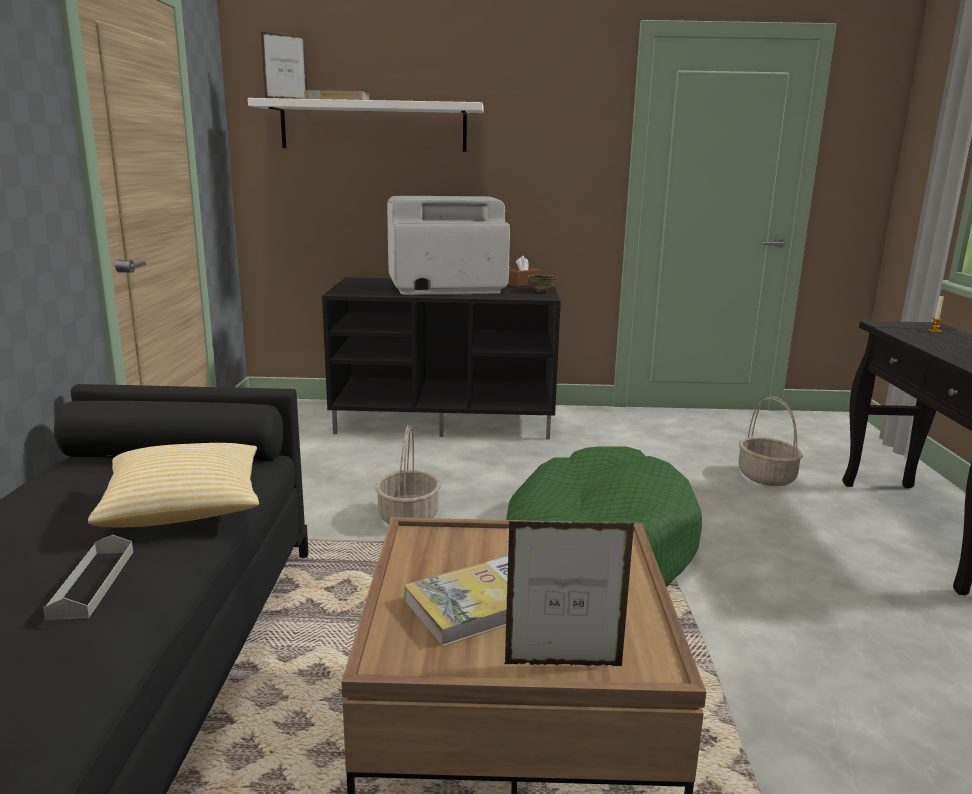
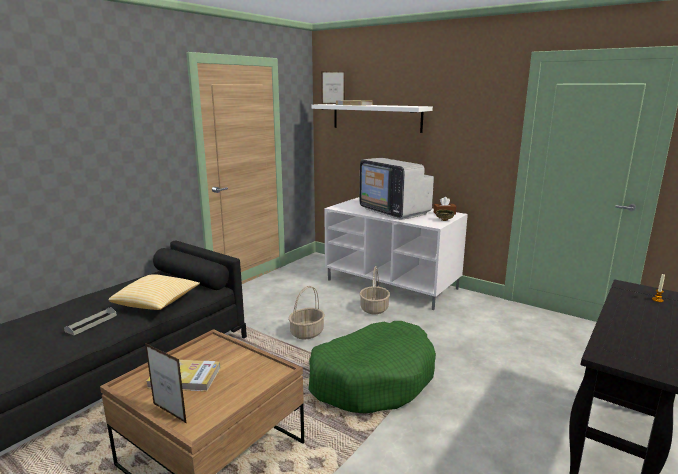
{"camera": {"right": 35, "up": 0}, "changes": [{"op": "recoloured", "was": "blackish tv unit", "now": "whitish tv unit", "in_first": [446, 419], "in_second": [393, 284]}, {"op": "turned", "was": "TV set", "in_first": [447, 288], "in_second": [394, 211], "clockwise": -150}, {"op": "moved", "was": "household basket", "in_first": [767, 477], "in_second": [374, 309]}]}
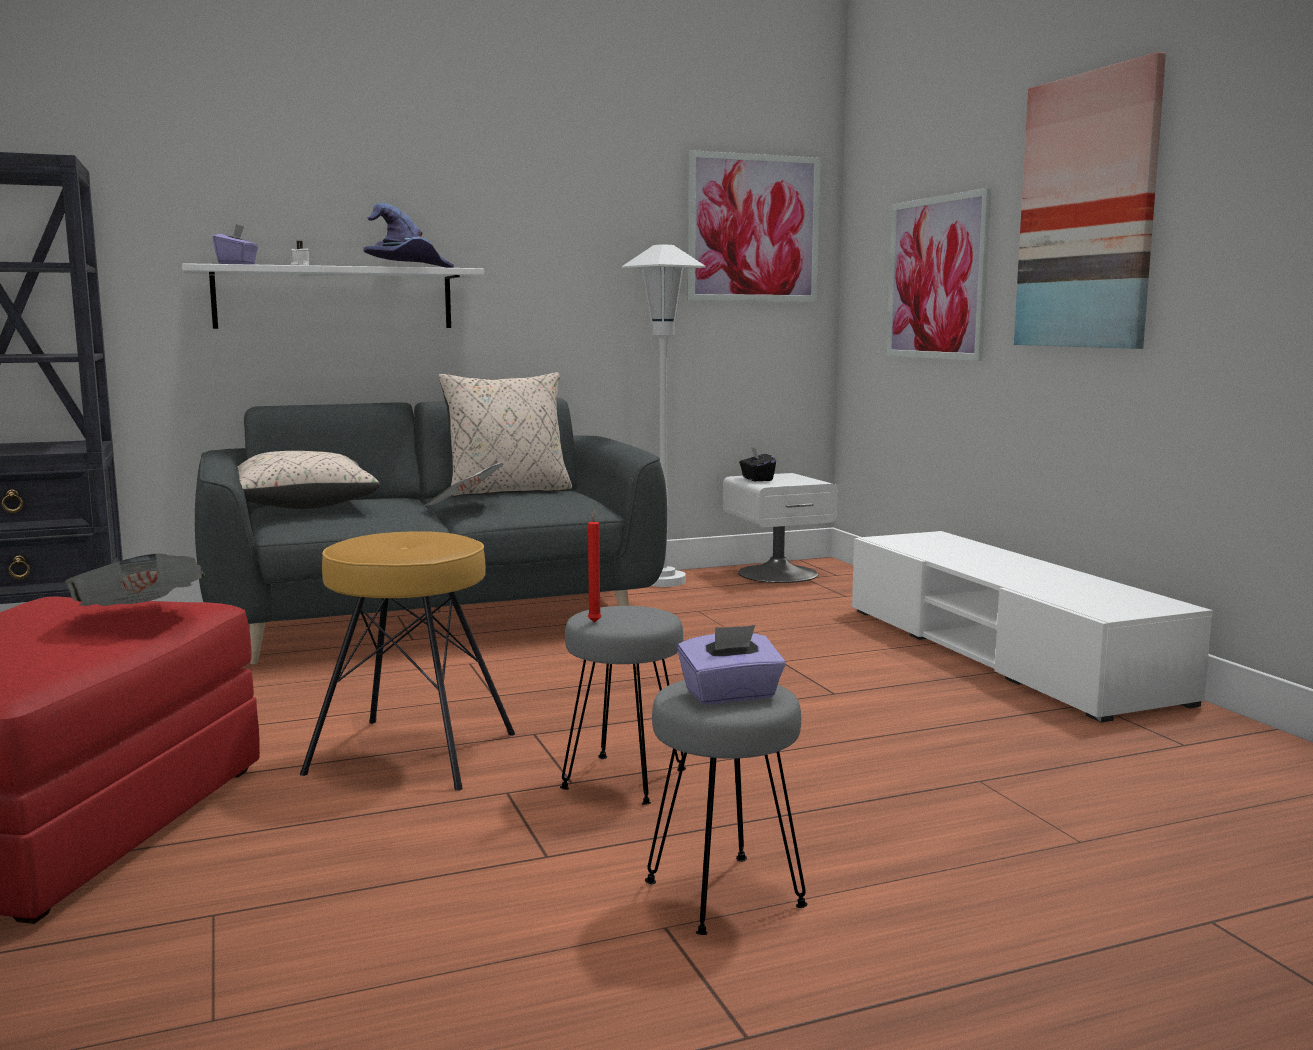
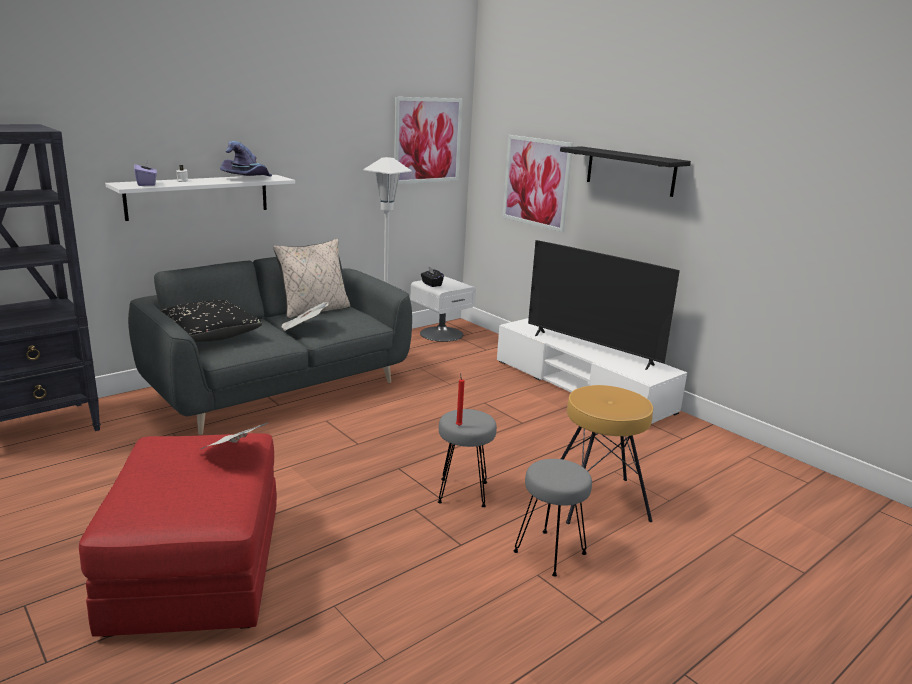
{"camera": {"right": -20, "up": 10}, "changes": [{"op": "recoloured", "was": "beige-coloured cushion", "now": "blackish cushion", "in_first": [303, 506], "in_second": [208, 334]}, {"op": "added", "now": "TV set", "in_second": [592, 349]}, {"op": "replaced", "was": "picture", "now": "blackish bracket shelf", "in_first": [1087, 212], "in_second": [630, 171]}, {"op": "moved", "was": "brown stool", "in_first": [412, 752], "in_second": [597, 499]}, {"op": "removed", "was": "purple-coloured tissue box", "in_first": [731, 695]}]}
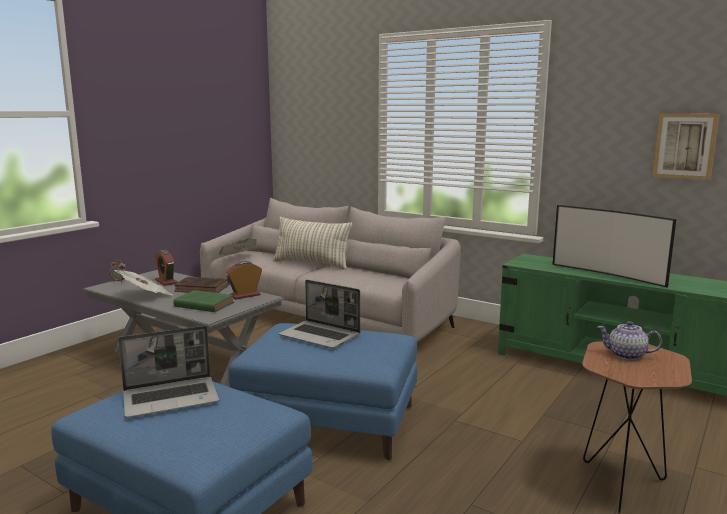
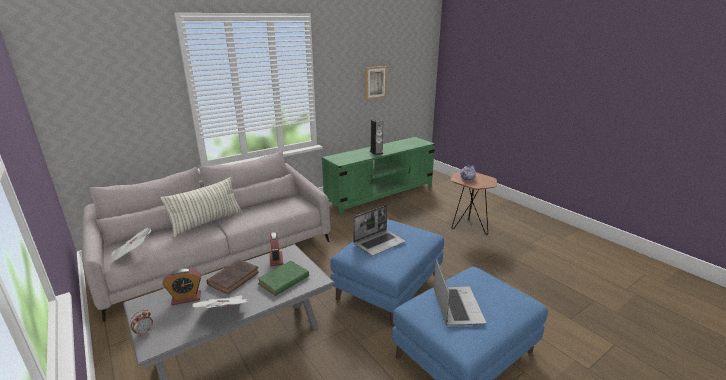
{"camera": {"right": -70, "up": 10}, "changes": [{"op": "replaced", "was": "TV set", "now": "speaker", "in_first": [608, 274], "in_second": [376, 152]}]}
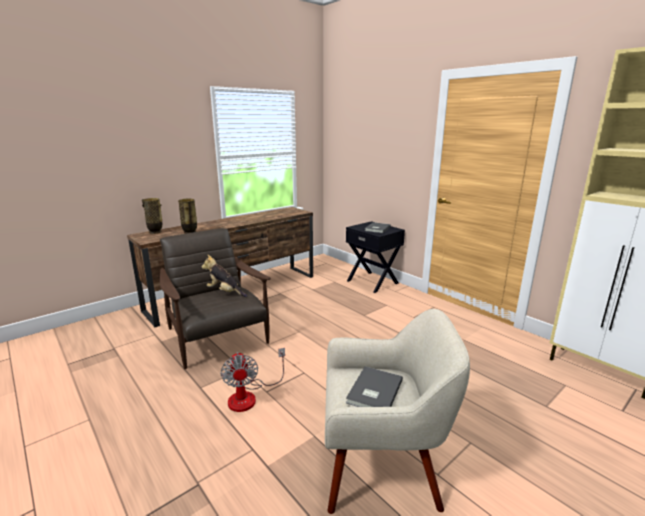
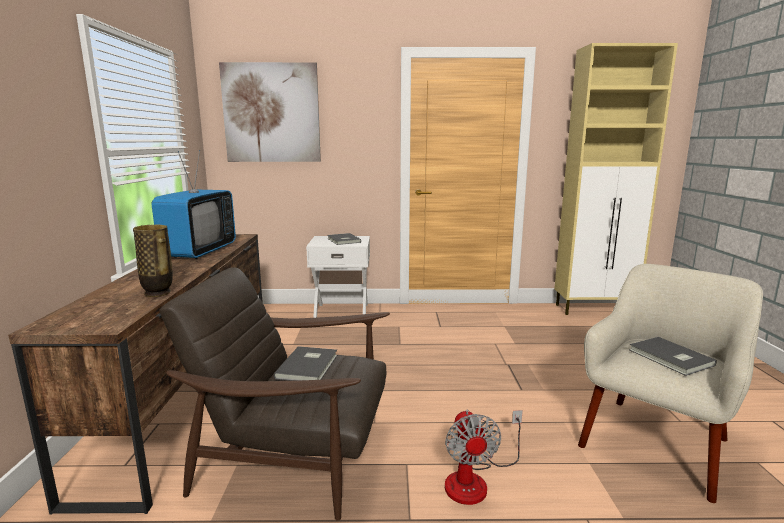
{"camera": {"right": -50, "up": -5}, "changes": [{"op": "added", "now": "TV set", "in_second": [199, 252]}, {"op": "added", "now": "picture", "in_second": [271, 113]}, {"op": "replaced", "was": "soft toy", "now": "grey bound book", "in_first": [225, 292], "in_second": [309, 366]}, {"op": "recoloured", "was": "blackish nightstand", "now": "whitish nightstand", "in_first": [373, 281], "in_second": [341, 311]}, {"op": "turned", "was": "cooling fan", "in_first": [249, 396], "in_second": [475, 480], "clockwise": 60}, {"op": "removed", "was": "decorative vase", "in_first": [155, 232]}]}
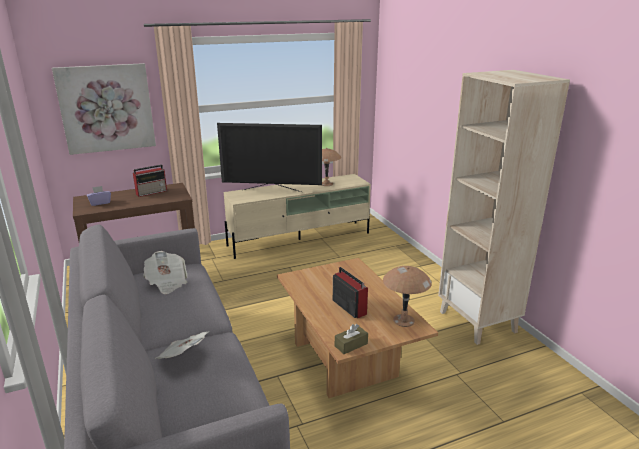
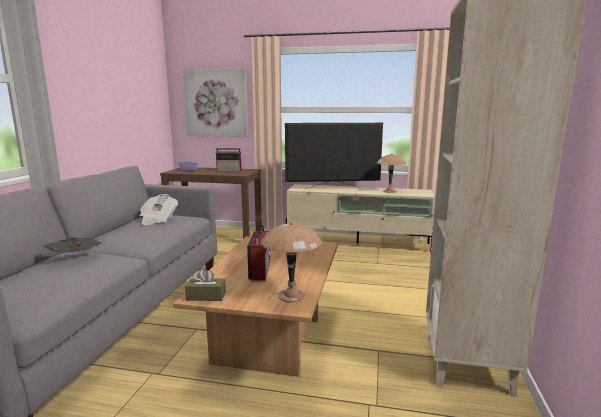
{"camera": {"right": 35, "up": -10}, "changes": [{"op": "turned", "was": "TV set", "in_first": [271, 190], "in_second": [333, 188], "clockwise": -45}]}
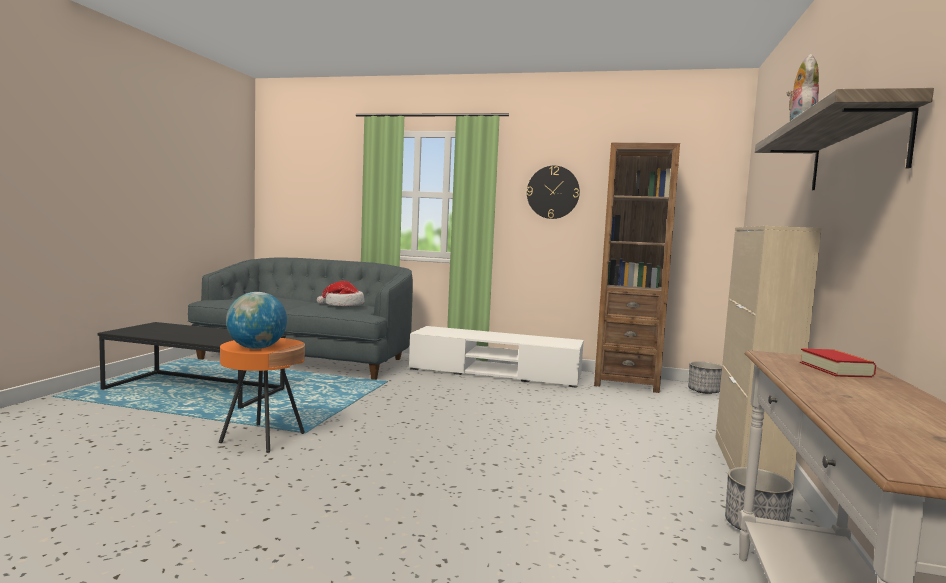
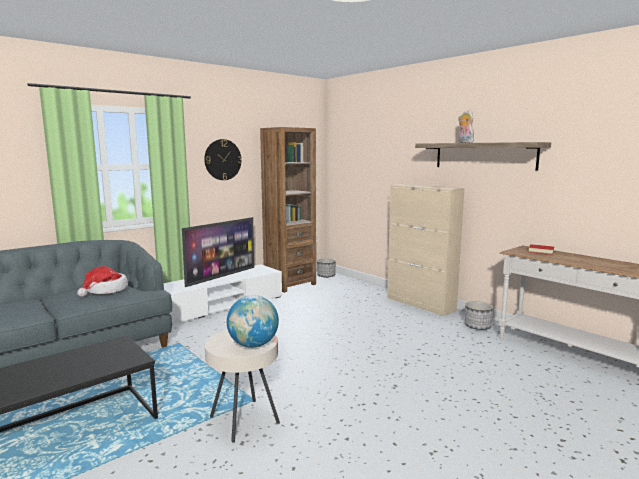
{"camera": {"right": -55, "up": 5}, "changes": [{"op": "added", "now": "TV set", "in_second": [221, 276]}, {"op": "recoloured", "was": "orange-coloured end table", "now": "beige-coloured end table", "in_first": [263, 438], "in_second": [244, 420]}]}
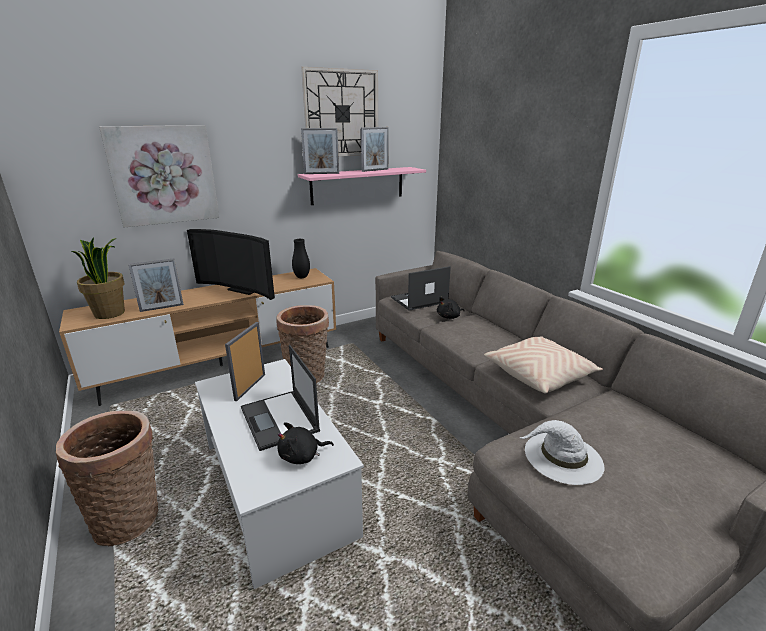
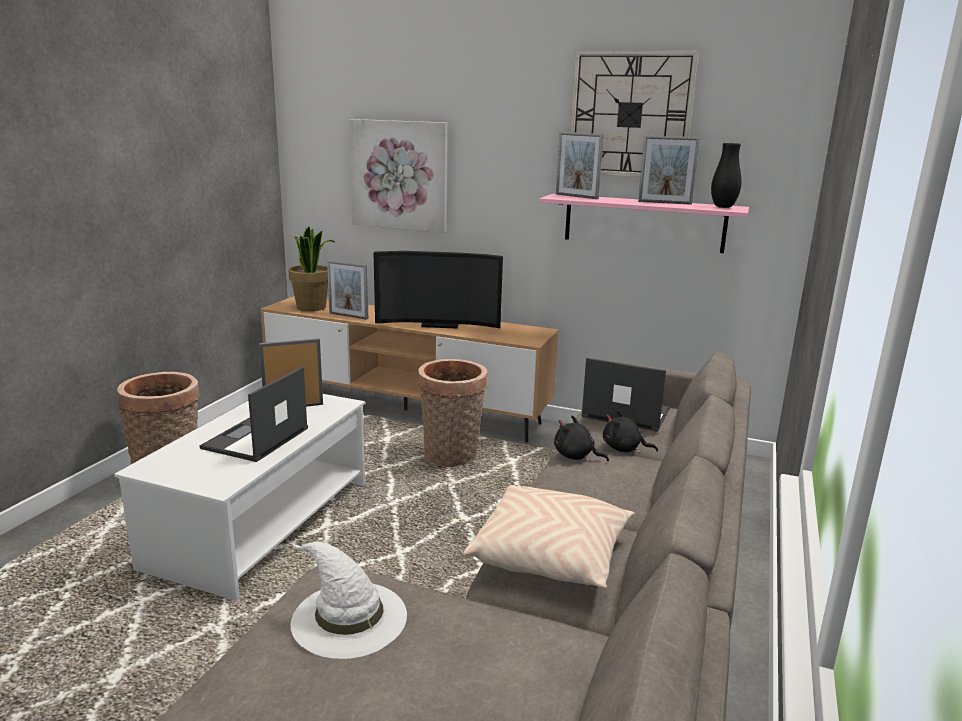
{"camera": {"right": 50, "up": -5}, "changes": [{"op": "turned", "was": "TV set", "in_first": [243, 289], "in_second": [439, 324], "clockwise": -75}, {"op": "moved", "was": "blackish soft toy", "in_first": [302, 456], "in_second": [576, 456]}, {"op": "moved", "was": "blackish decorative vase", "in_first": [302, 277], "in_second": [723, 207]}]}
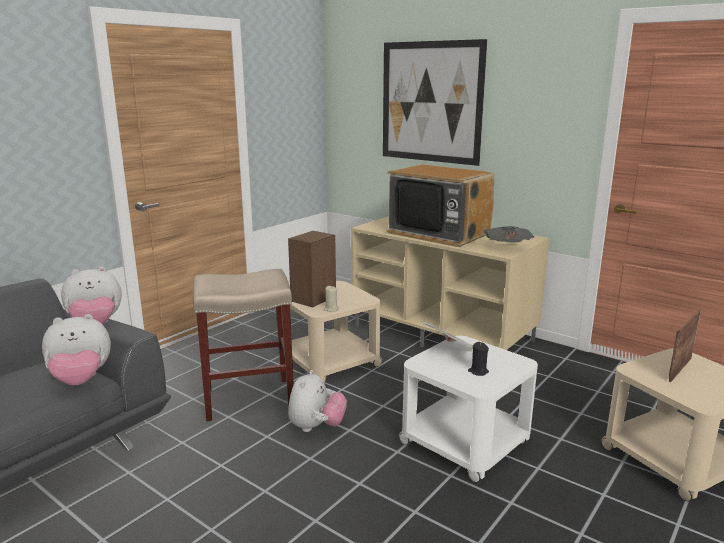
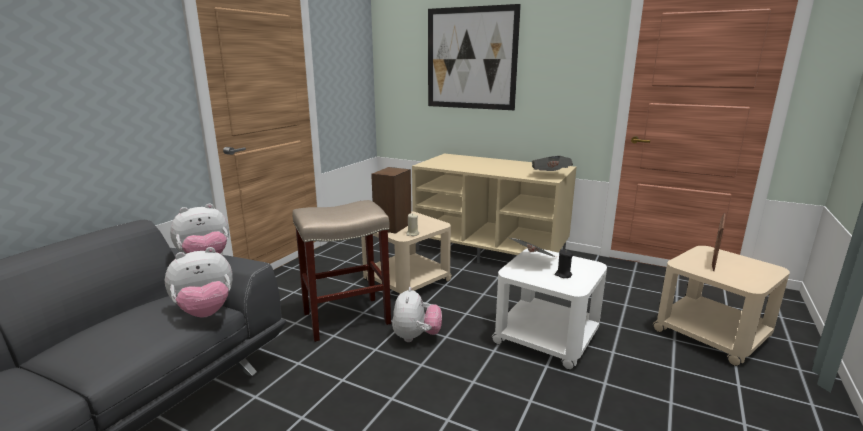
{"camera": {"right": -10, "up": 0}, "changes": [{"op": "removed", "was": "TV set", "in_first": [438, 233]}]}
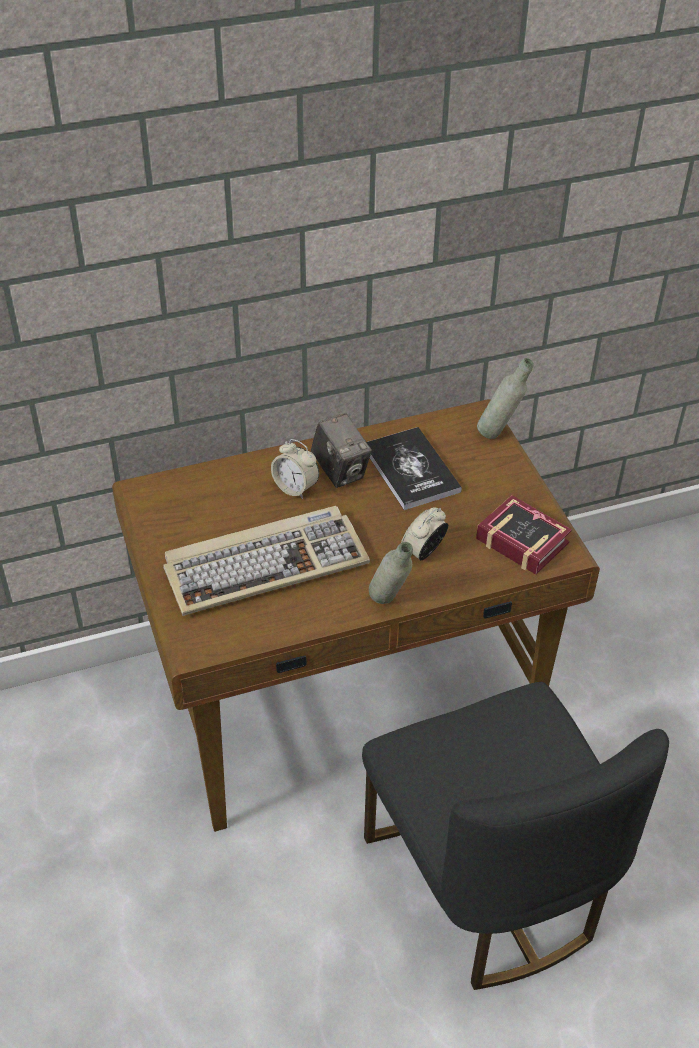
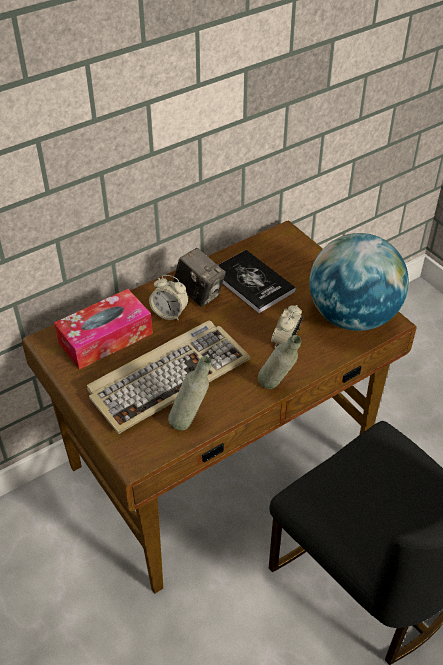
{"camera": {"right": -15, "up": 0}, "changes": [{"op": "added", "now": "tissue box", "in_second": [105, 338]}, {"op": "moved", "was": "grey beverage bottle", "in_first": [499, 434], "in_second": [190, 421]}, {"op": "replaced", "was": "bound book", "now": "globe", "in_first": [520, 538], "in_second": [352, 316]}]}
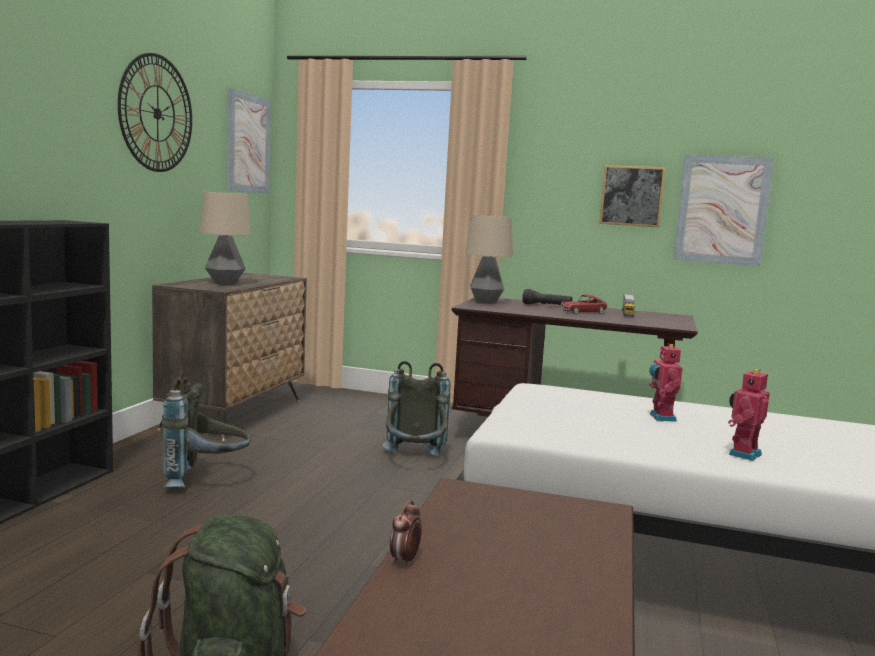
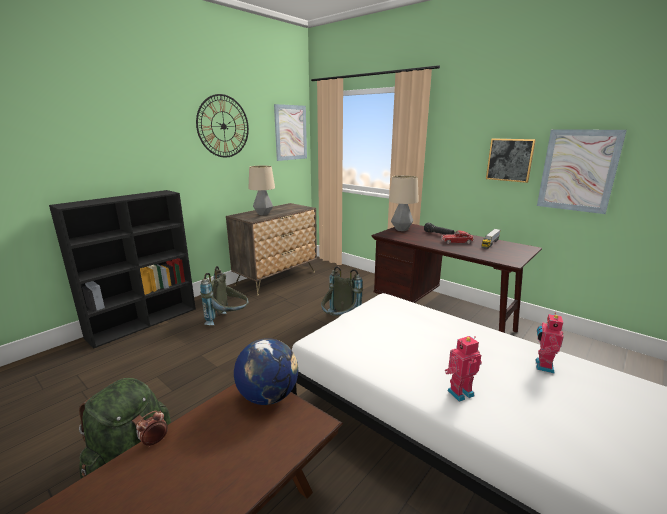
{"camera": {"right": 25, "up": 10}, "changes": [{"op": "added", "now": "globe", "in_second": [268, 396]}, {"op": "moved", "was": "model robot", "in_first": [660, 417], "in_second": [542, 366]}]}
